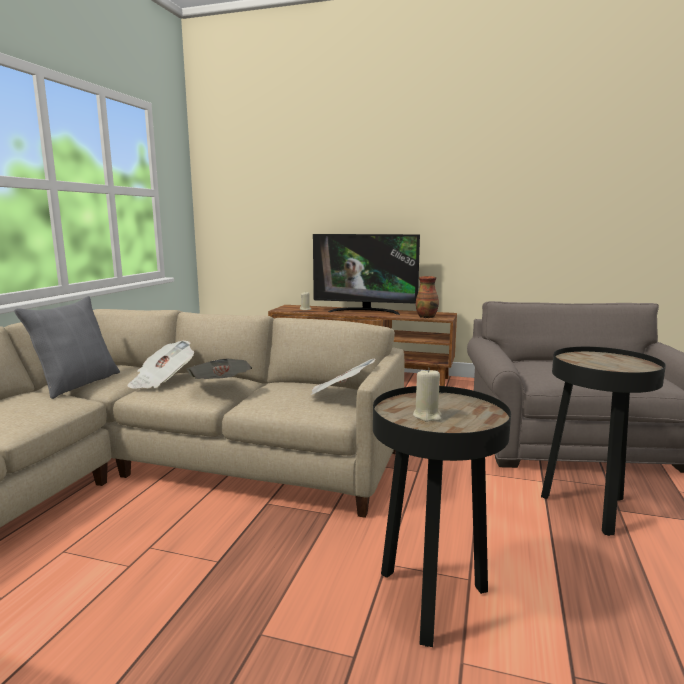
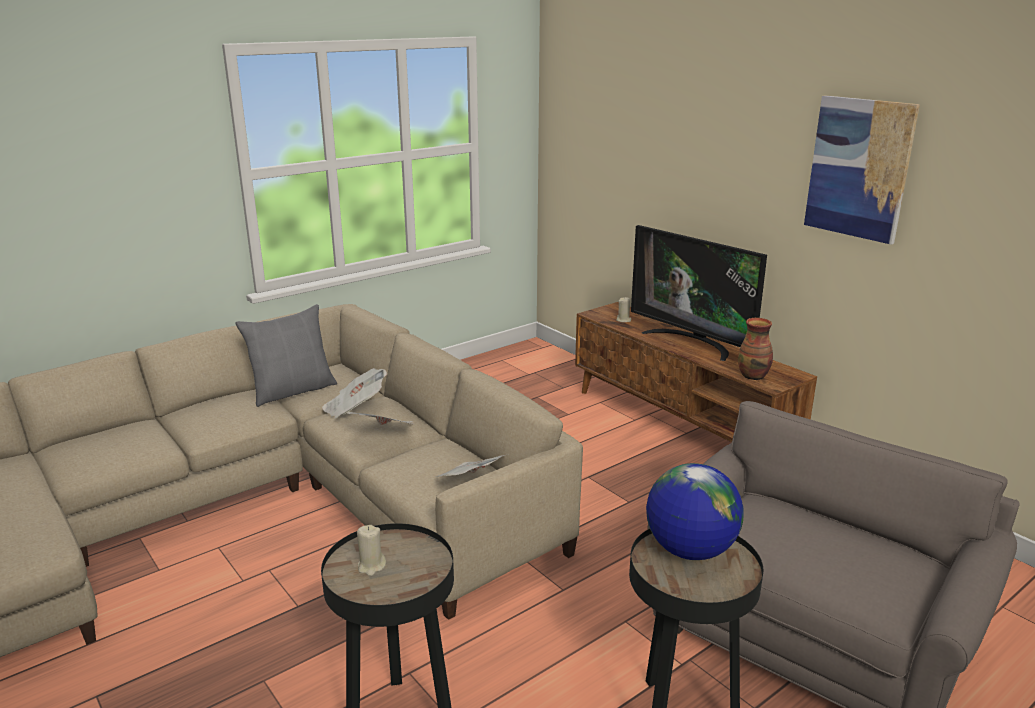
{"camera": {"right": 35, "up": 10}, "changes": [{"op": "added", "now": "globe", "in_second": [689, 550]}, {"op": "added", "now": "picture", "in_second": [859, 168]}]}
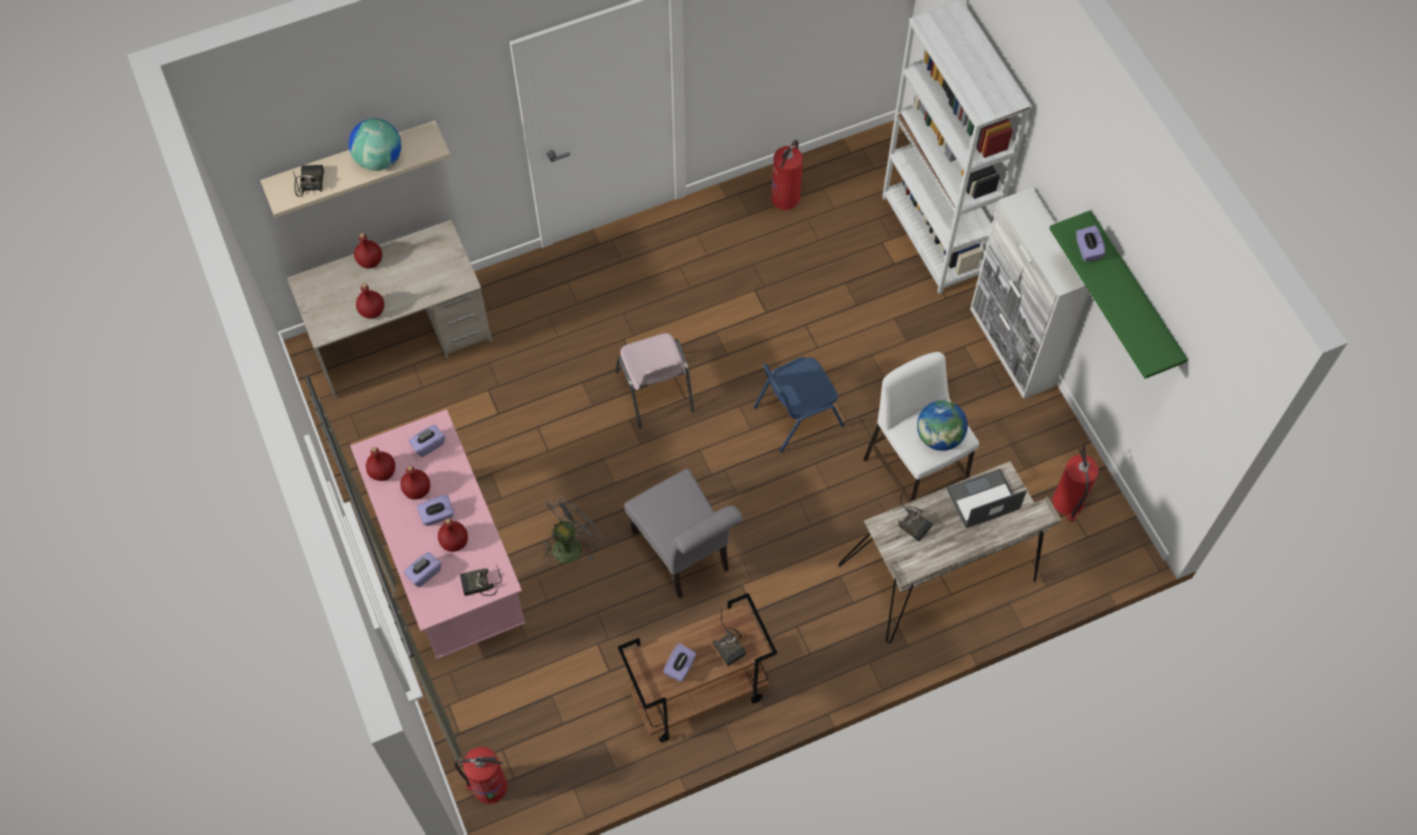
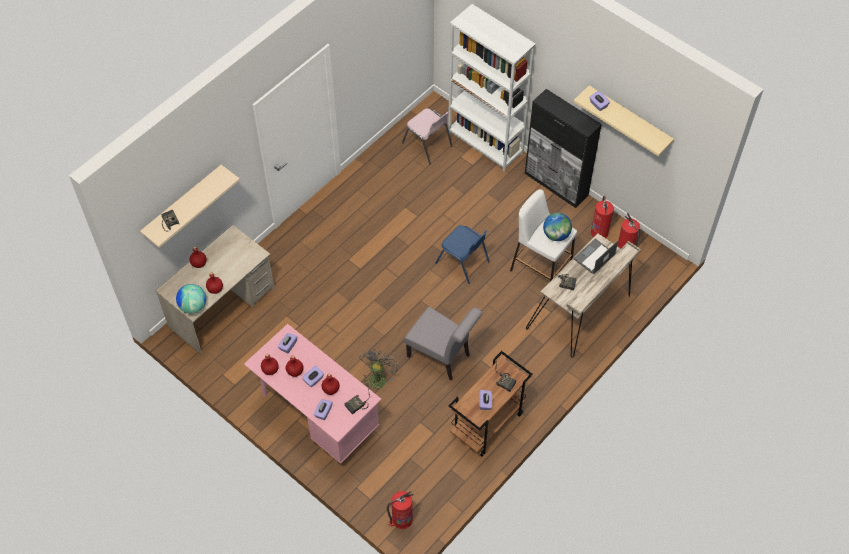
{"camera": {"right": -25, "up": -5}, "changes": [{"op": "moved", "was": "globe", "in_first": [379, 159], "in_second": [193, 306]}, {"op": "moved", "was": "pink upright chair", "in_first": [655, 392], "in_second": [427, 145]}, {"op": "turned", "was": "bluish upright chair", "in_first": [796, 416], "in_second": [463, 262], "clockwise": -90}, {"op": "recoloured", "was": "whitish cabinet", "now": "blackish cabinet", "in_first": [1012, 348], "in_second": [556, 184]}, {"op": "recoloured", "was": "green-coloured bracket shelf", "now": "beige-coloured bracket shelf", "in_first": [1133, 294], "in_second": [629, 119]}, {"op": "moved", "was": "fire extinguisher", "in_first": [786, 197], "in_second": [599, 231]}]}
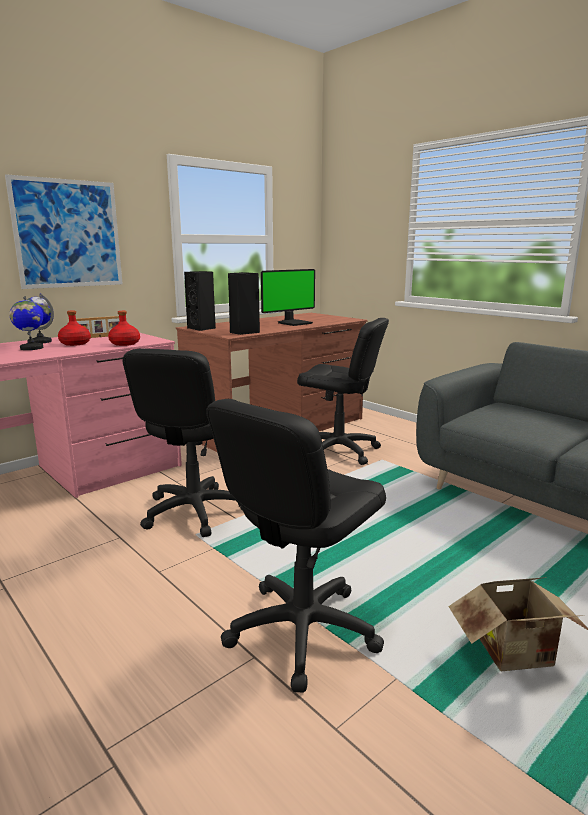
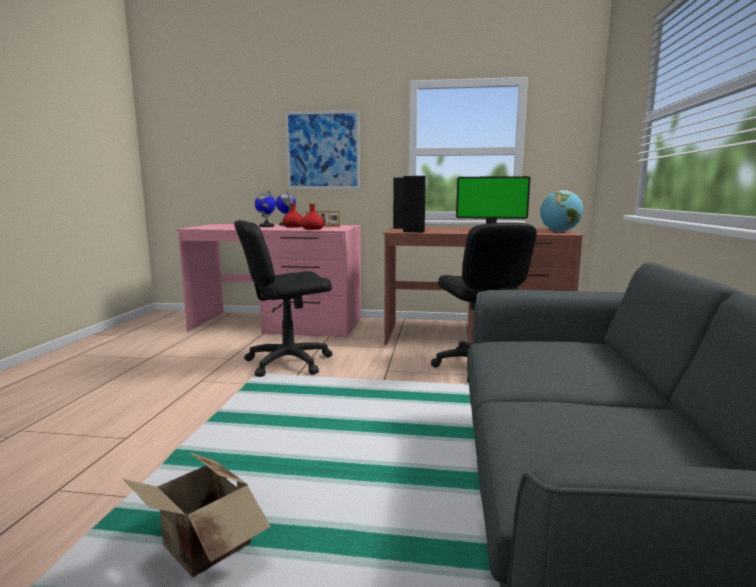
{"camera": {"right": 50, "up": -5}, "changes": [{"op": "added", "now": "globe", "in_second": [559, 231]}, {"op": "removed", "was": "blackish computer chair", "in_first": [301, 630]}]}
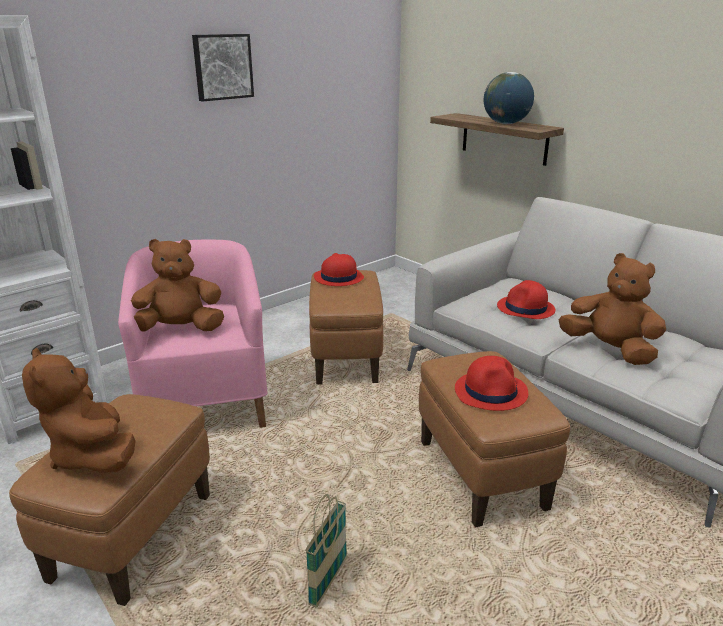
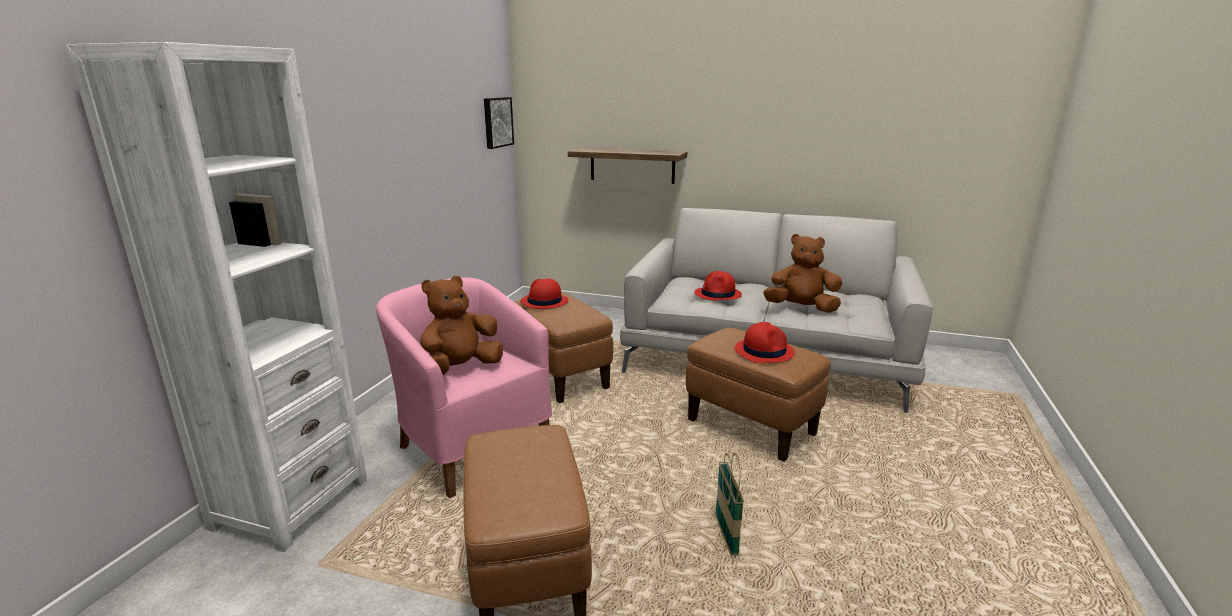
{"camera": {"right": -30, "up": -5}, "changes": [{"op": "moved", "was": "picture", "in_first": [222, 67], "in_second": [497, 122]}, {"op": "removed", "was": "brown soft toy", "in_first": [92, 455]}, {"op": "removed", "was": "globe", "in_first": [506, 123]}]}
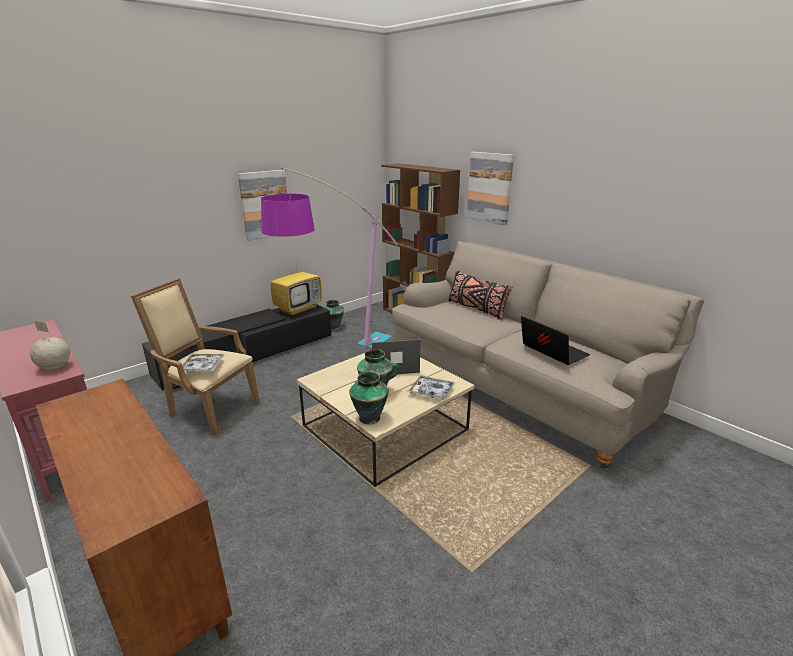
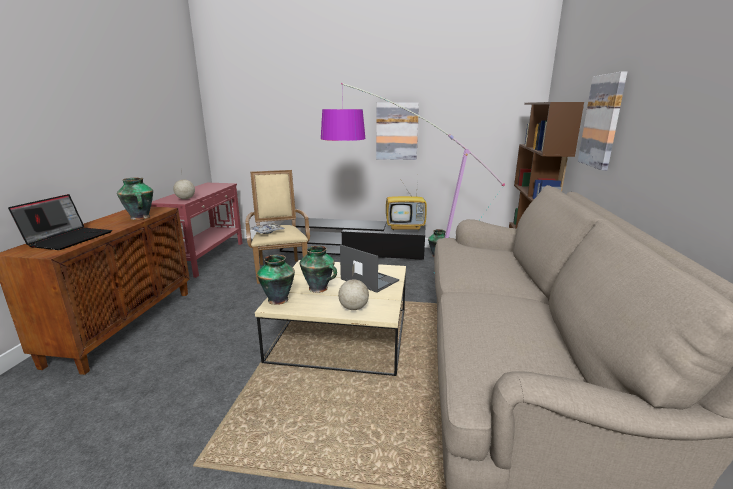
{"camera": {"right": 50, "up": -5}, "changes": [{"op": "moved", "was": "notebook computer", "in_first": [551, 351], "in_second": [69, 238]}, {"op": "added", "now": "decorative vase", "in_second": [140, 218]}, {"op": "replaced", "was": "serving tray", "now": "globe", "in_first": [431, 391], "in_second": [353, 308]}, {"op": "removed", "was": "blackish cushion", "in_first": [476, 309]}]}
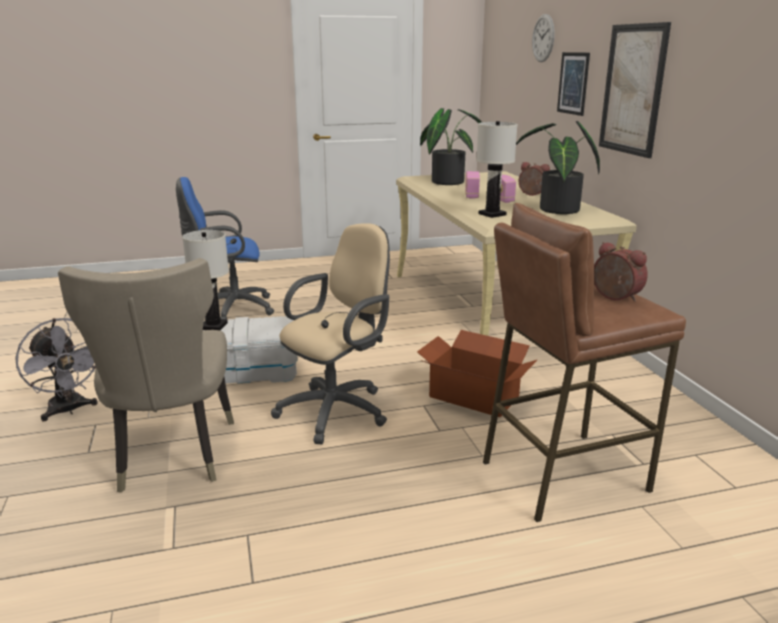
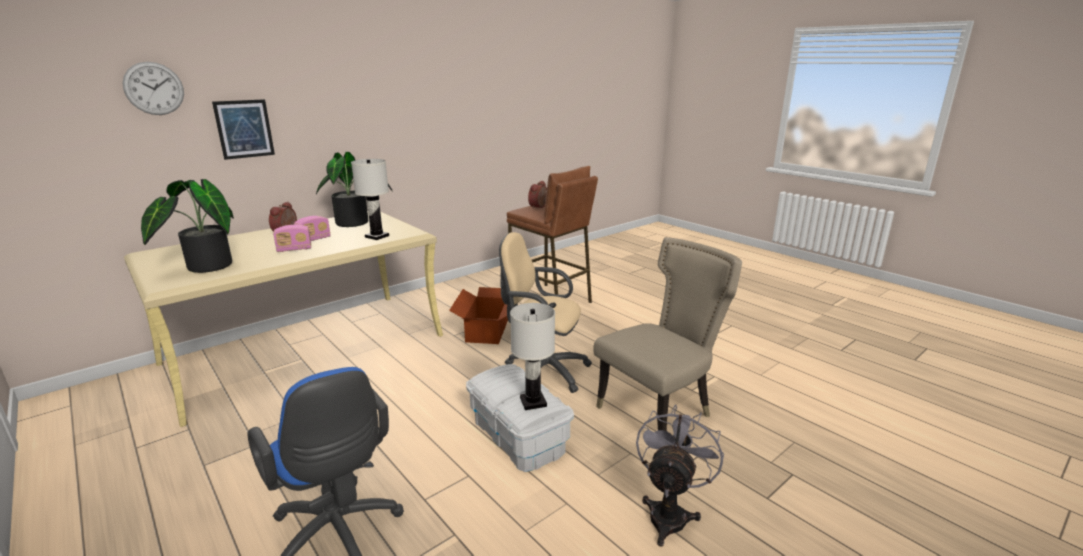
{"camera": {"right": -115, "up": 0}, "changes": [{"op": "removed", "was": "picture", "in_first": [632, 89]}]}
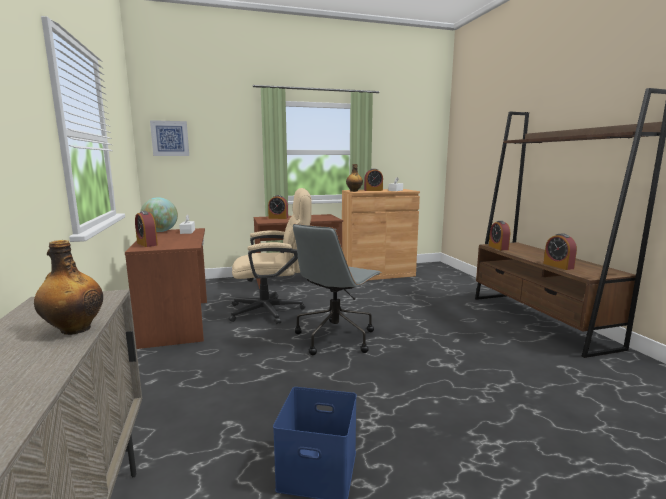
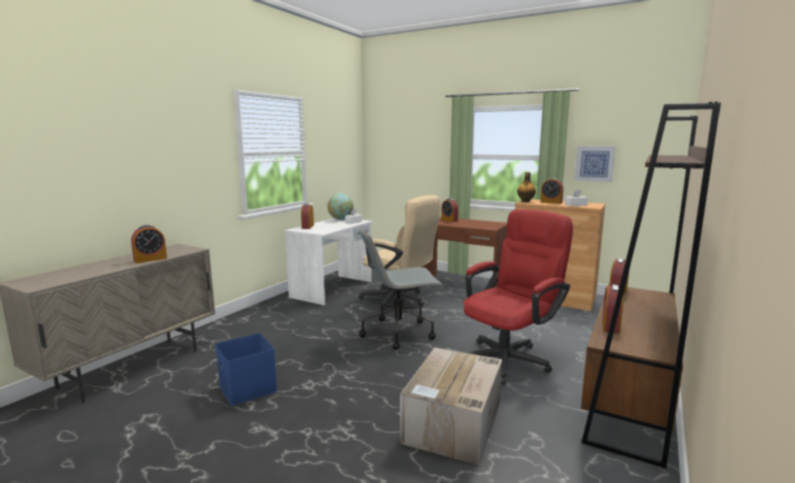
{"camera": {"right": 45, "up": 0}, "changes": [{"op": "replaced", "was": "beverage bottle", "now": "alarm clock", "in_first": [74, 329], "in_second": [150, 259]}, {"op": "recoloured", "was": "brown desk", "now": "whitish desk", "in_first": [178, 322], "in_second": [333, 289]}, {"op": "added", "now": "carton", "in_second": [453, 423]}, {"op": "added", "now": "reddish computer chair", "in_second": [510, 358]}, {"op": "moved", "was": "picture", "in_first": [170, 138], "in_second": [594, 163]}]}
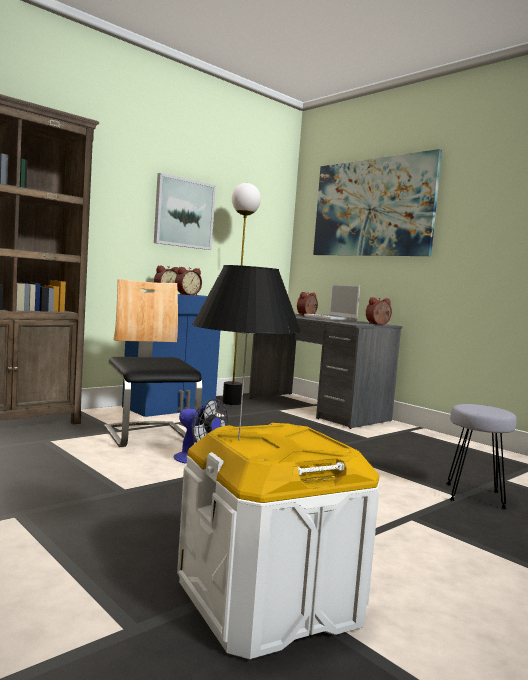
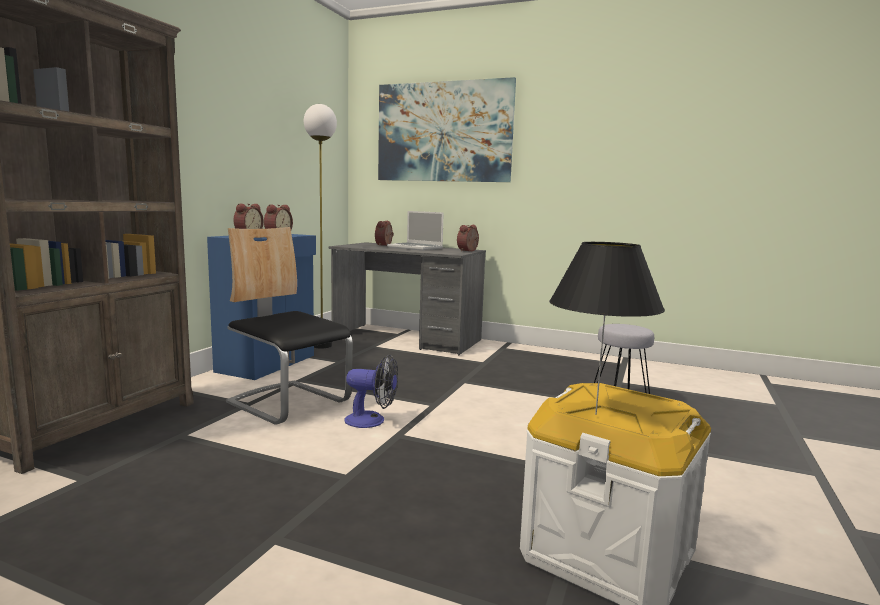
{"camera": {"right": -25, "up": 5}, "changes": [{"op": "removed", "was": "picture", "in_first": [184, 213]}]}
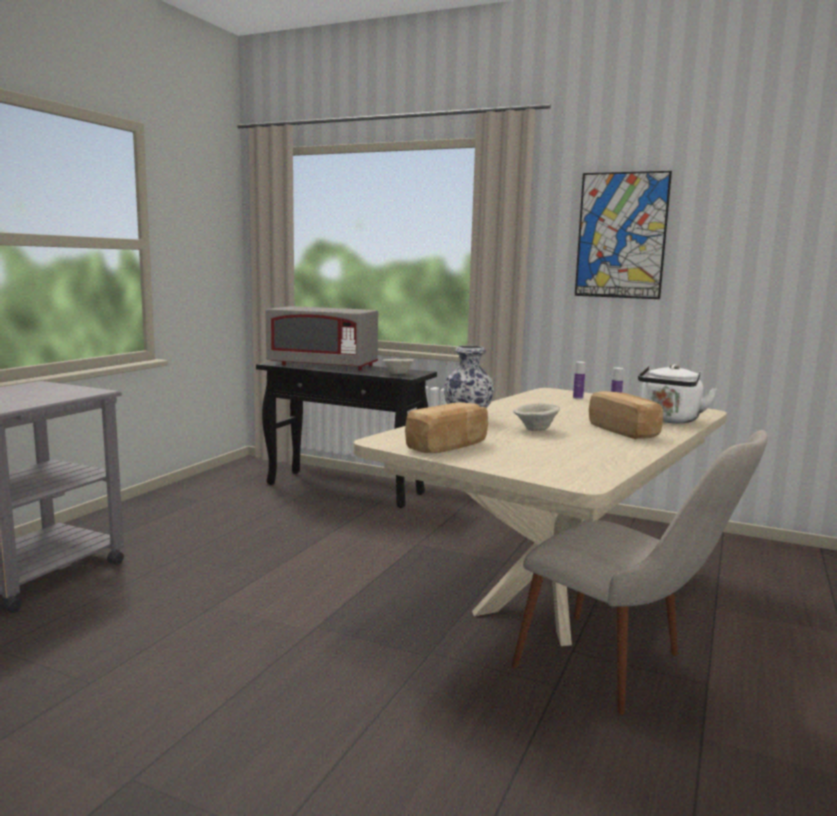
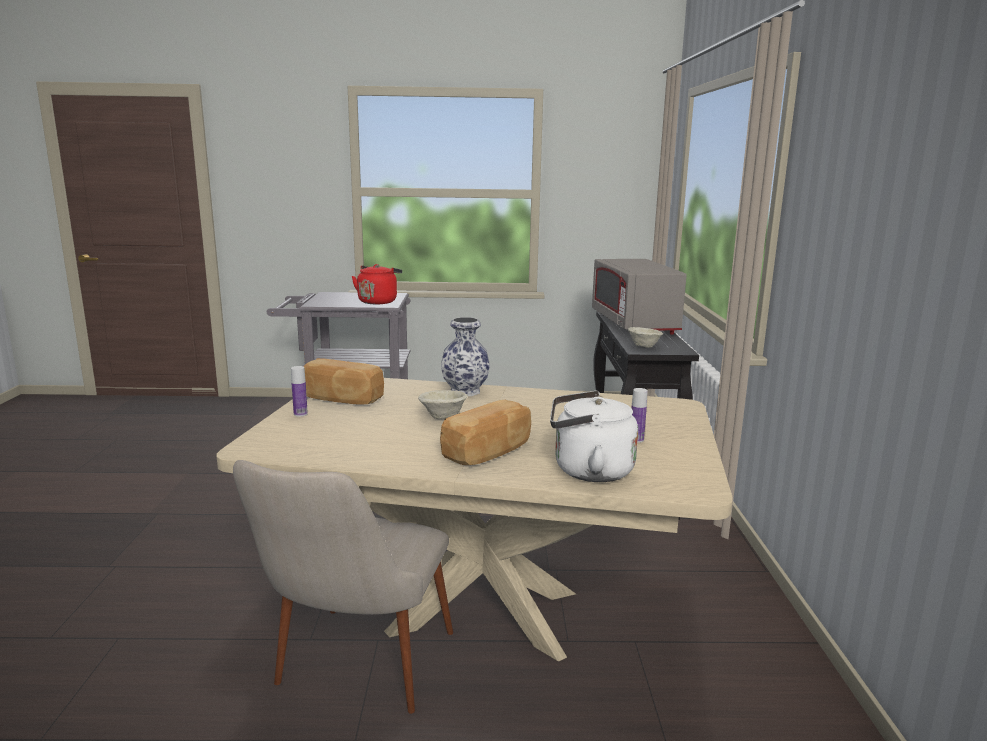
{"camera": {"right": 65, "up": 5}, "changes": [{"op": "moved", "was": "beverage bottle", "in_first": [578, 398], "in_second": [300, 414]}, {"op": "added", "now": "reddish tea kettle", "in_second": [378, 301]}, {"op": "removed", "was": "picture", "in_first": [621, 235]}]}
